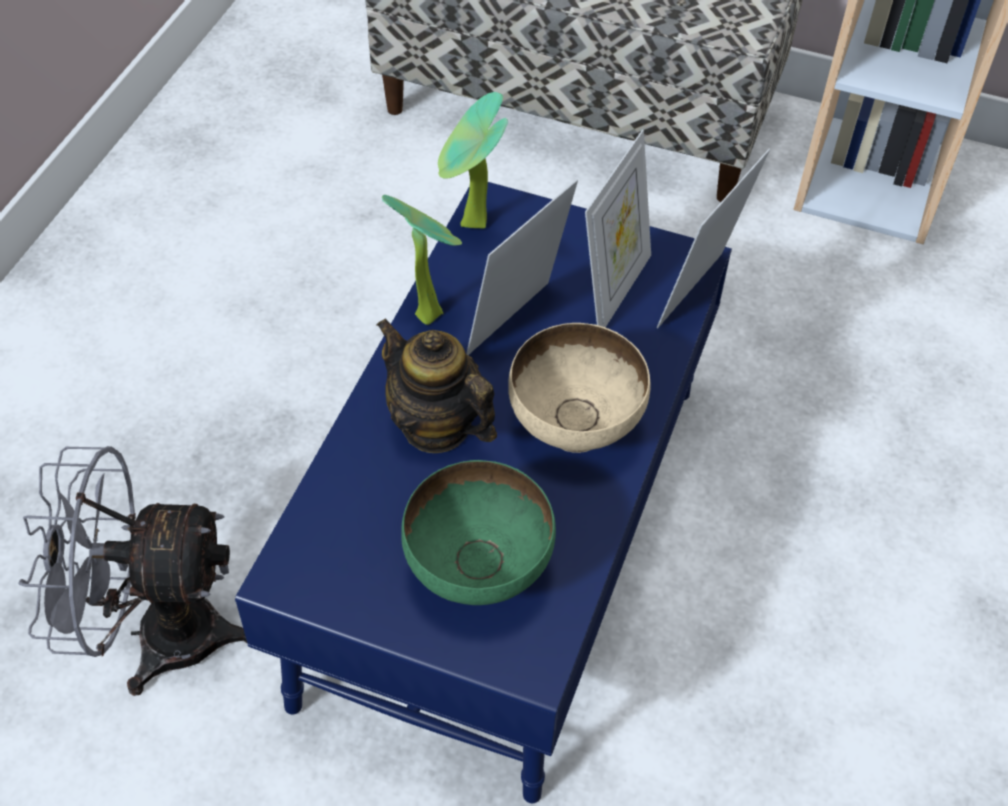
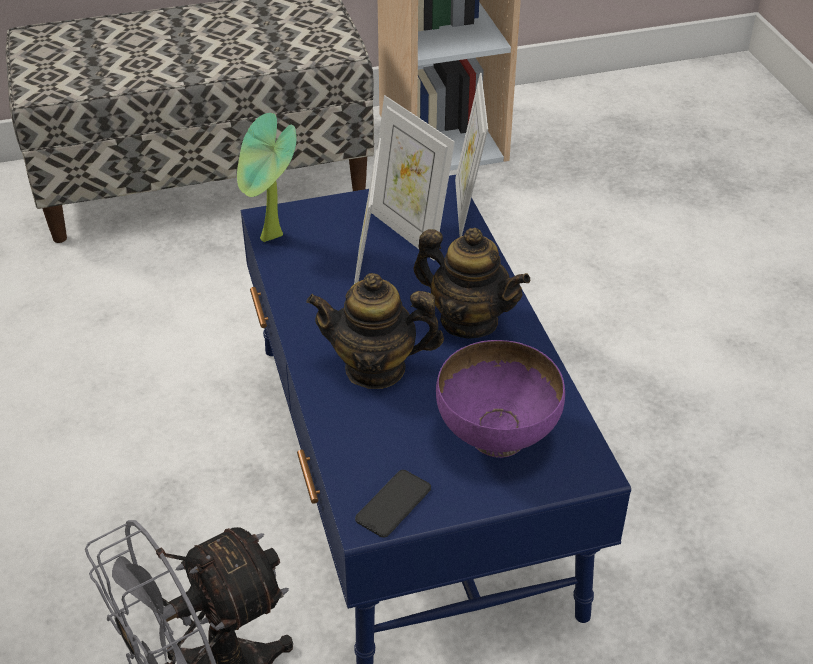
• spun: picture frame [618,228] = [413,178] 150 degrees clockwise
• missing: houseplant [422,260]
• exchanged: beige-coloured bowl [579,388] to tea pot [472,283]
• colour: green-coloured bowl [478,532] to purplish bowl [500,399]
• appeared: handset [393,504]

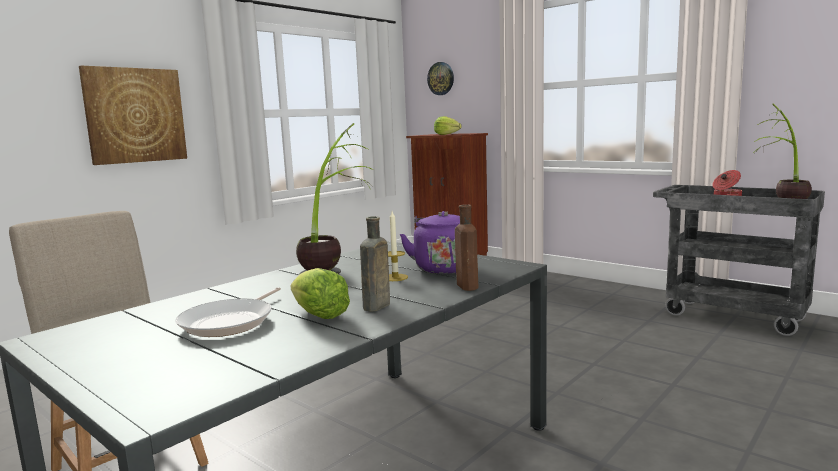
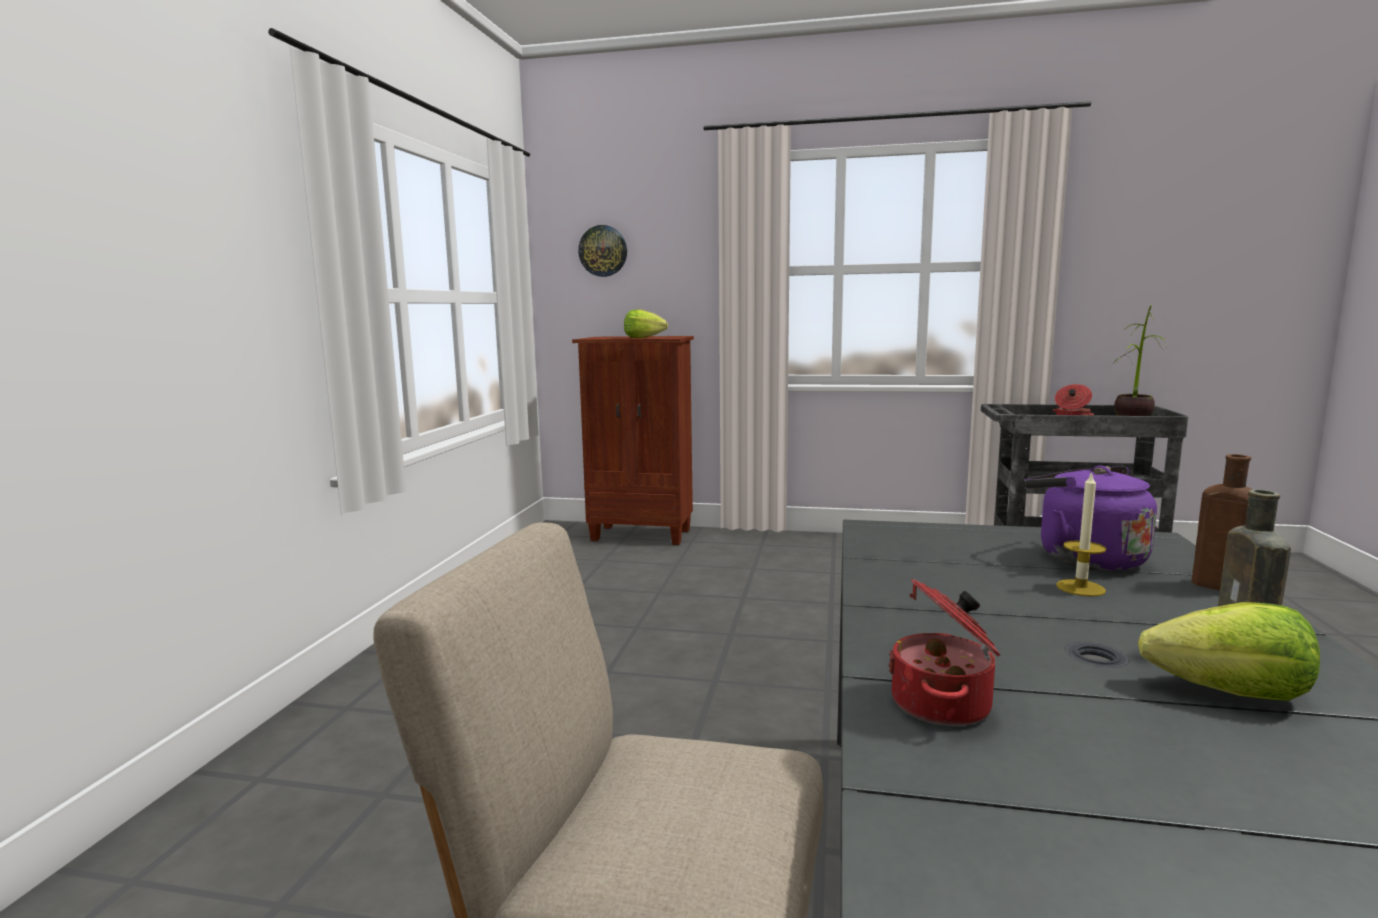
• missing: wall art [133,115]
• missing: houseplant [335,198]
• missing: pan [228,312]
• appeared: stockpot [944,652]

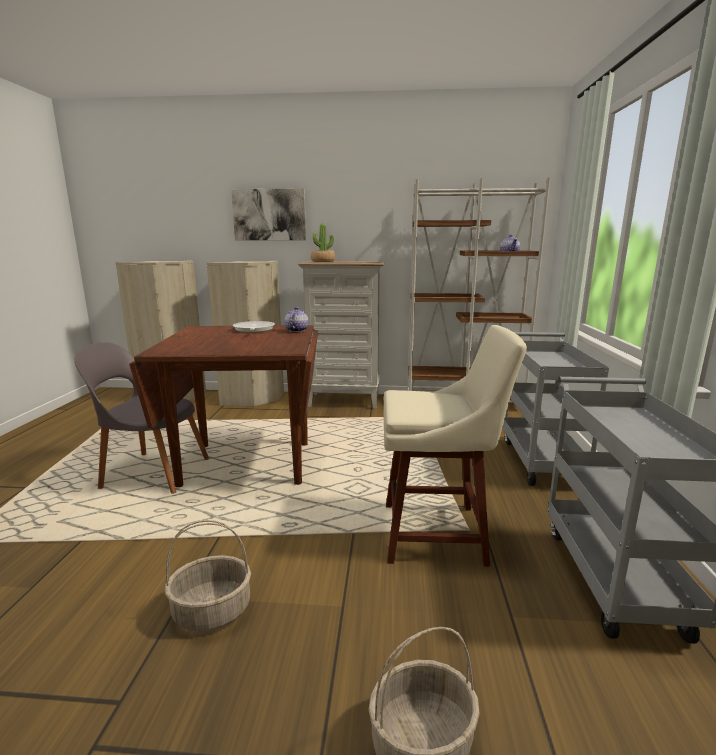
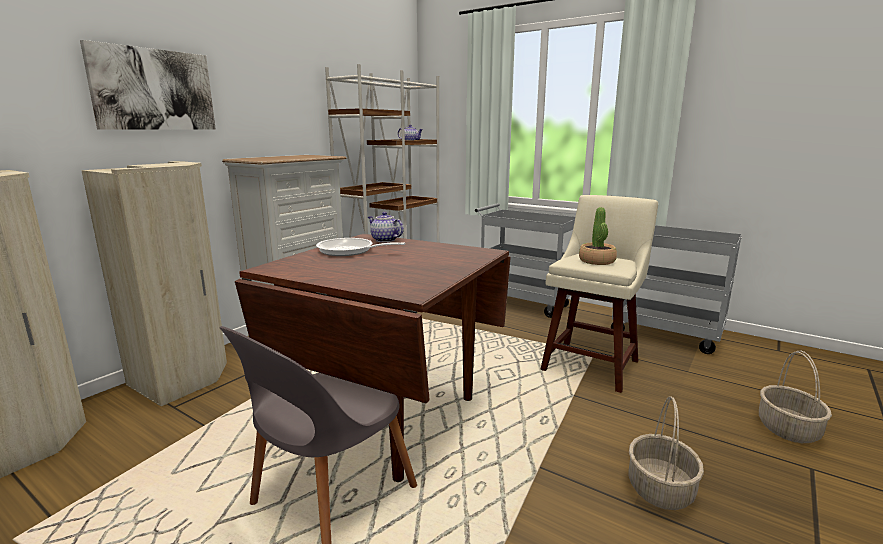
• relocated: houseplant [323,242] to [598,236]

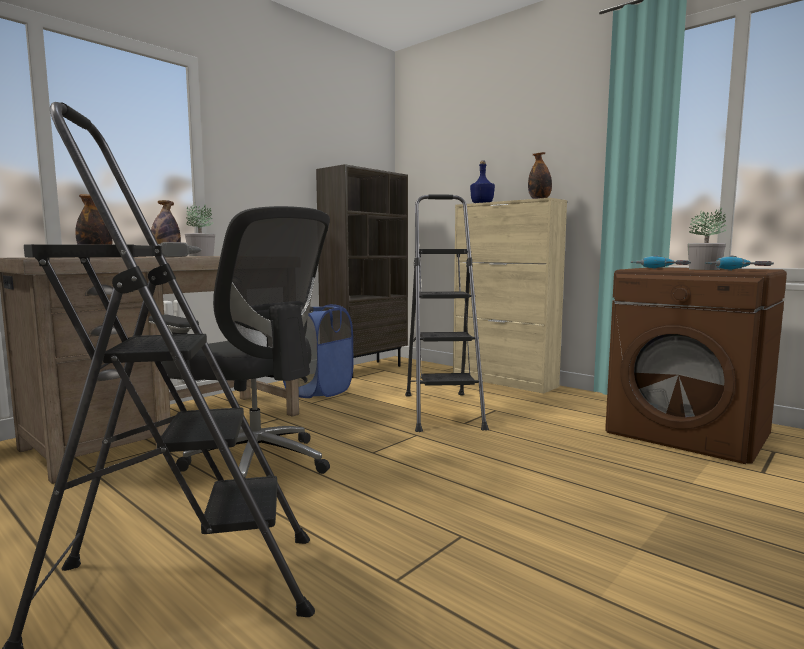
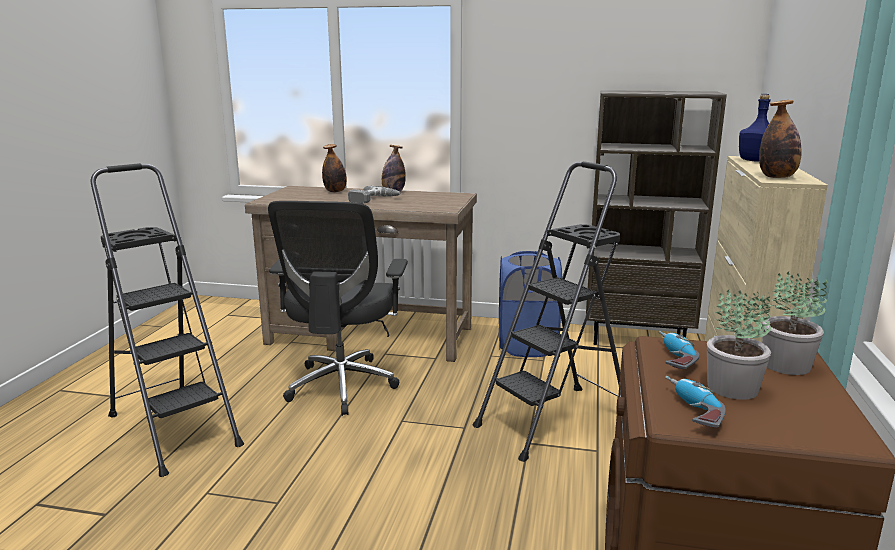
• relocated: houseplant [200,229] to [794,323]

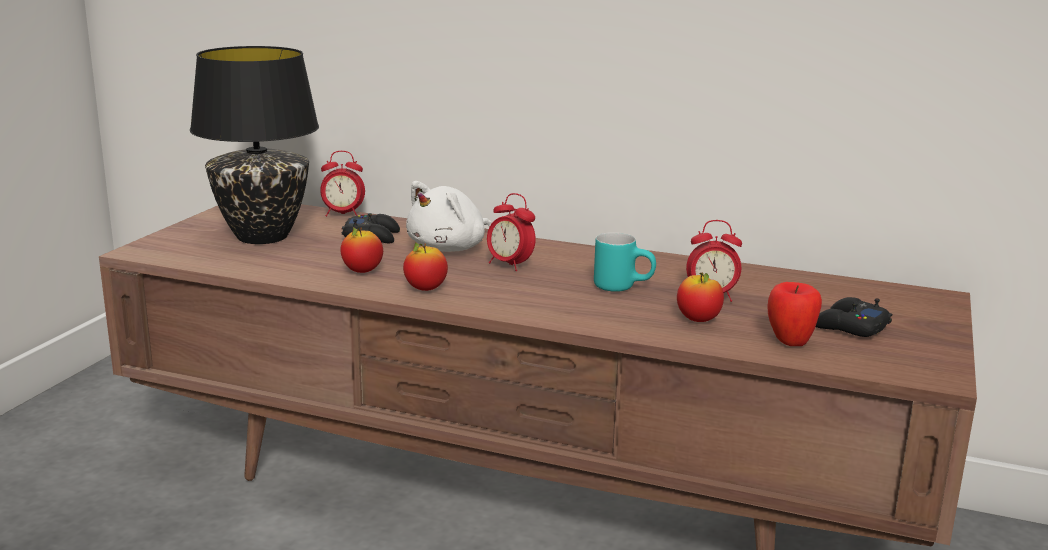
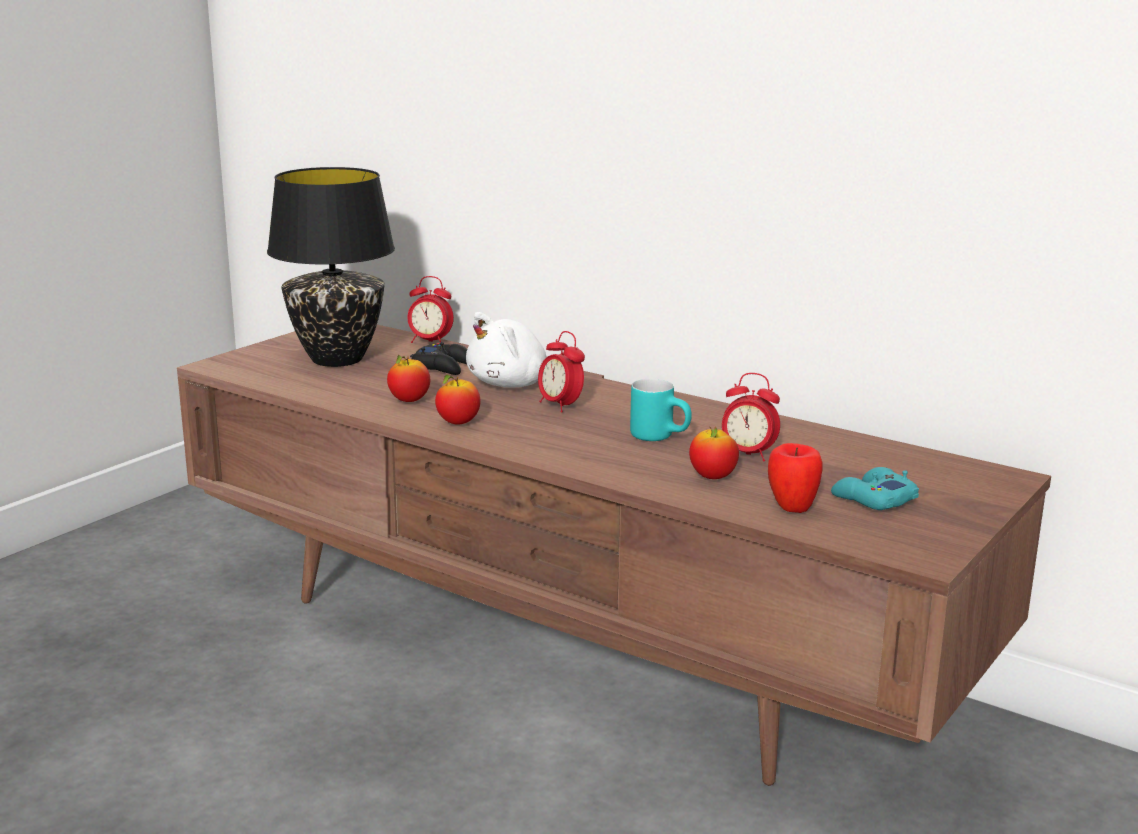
• colour: black joypad [854,317] to blue-green joypad [875,488]

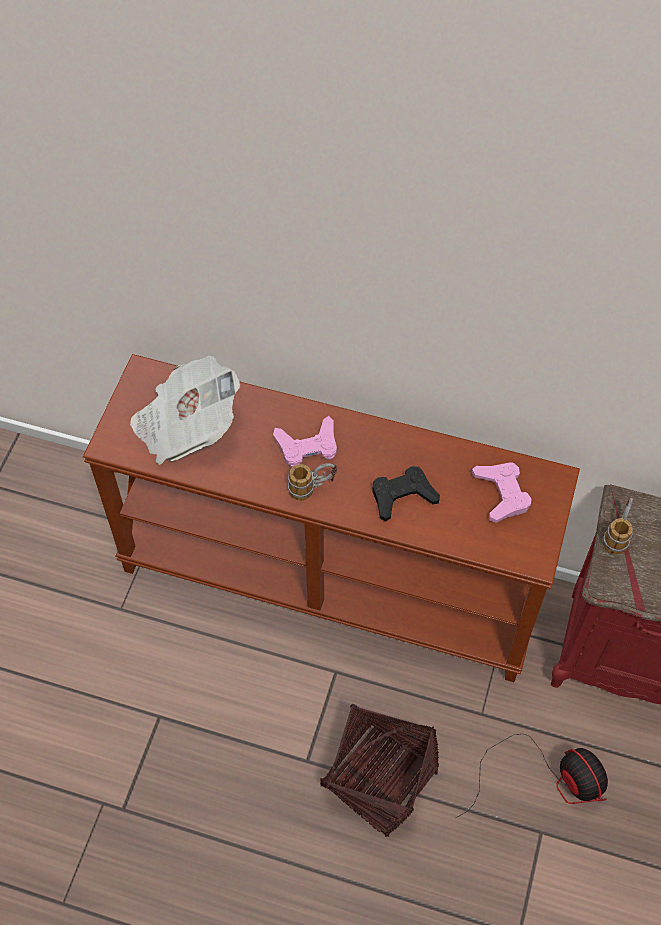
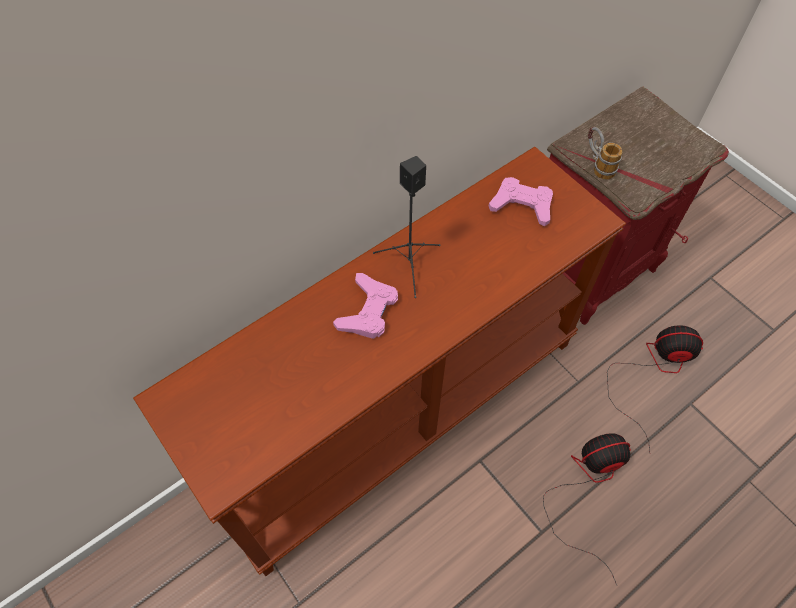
• missing: newspaper [185,410]
• missing: mug [312,482]
• missing: black joypad [406,494]
• exchanged: basket [379,770] to fan [587,509]
• appeared: black loudspeaker [406,227]

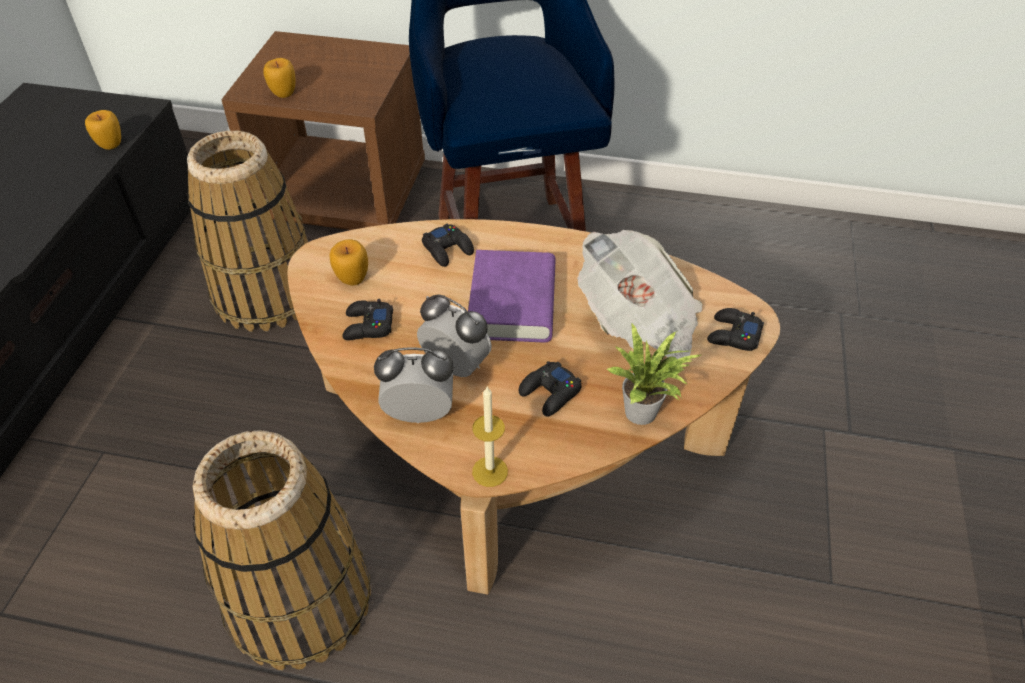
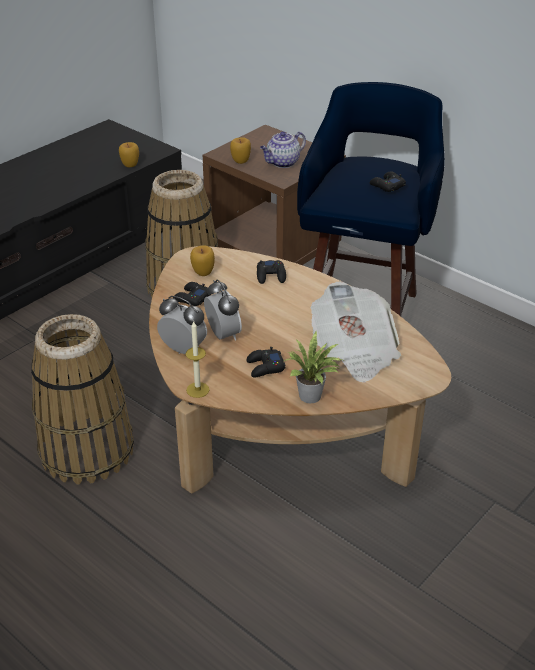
• missing: purplish bound book [512,296]
• relocated: black joypad [735,329] to [388,181]
• appeared: tea pot [283,149]

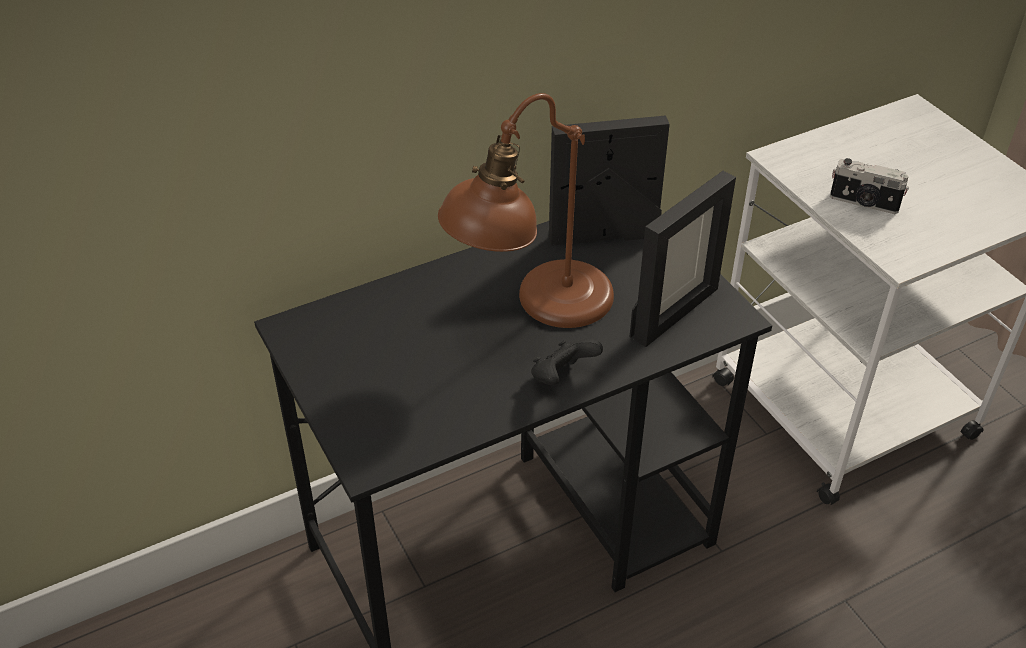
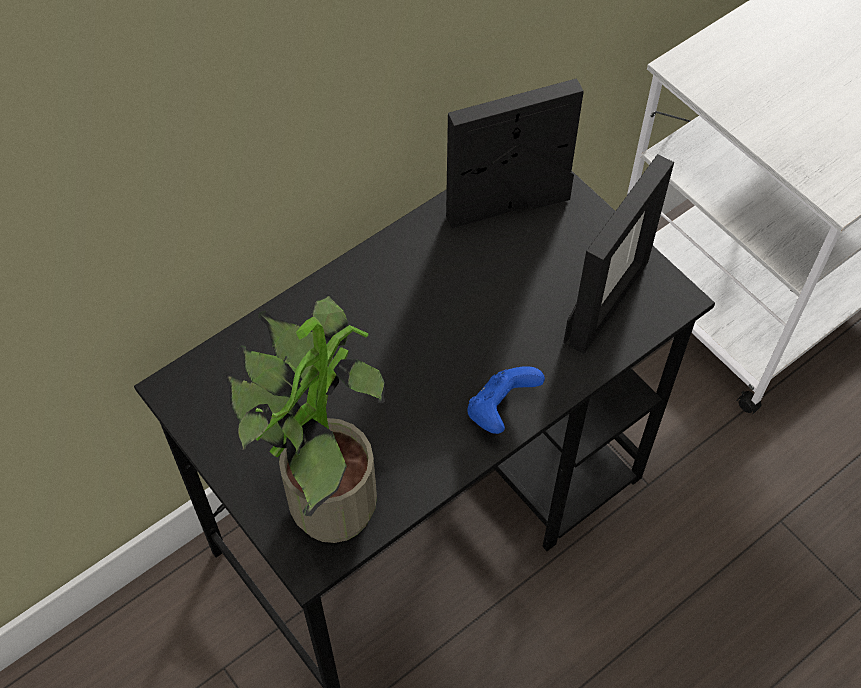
• missing: brownish table lamp [526,210]
• missing: still camera [869,186]
• colour: black joypad [567,362] to blue-coloured joypad [506,400]
• appeared: houseplant [303,418]

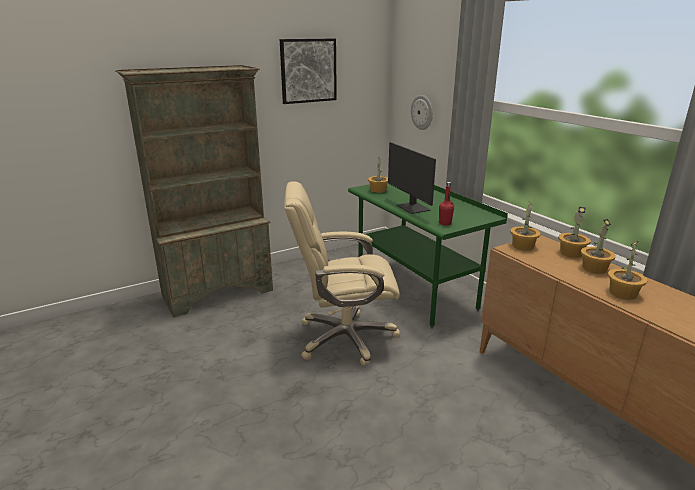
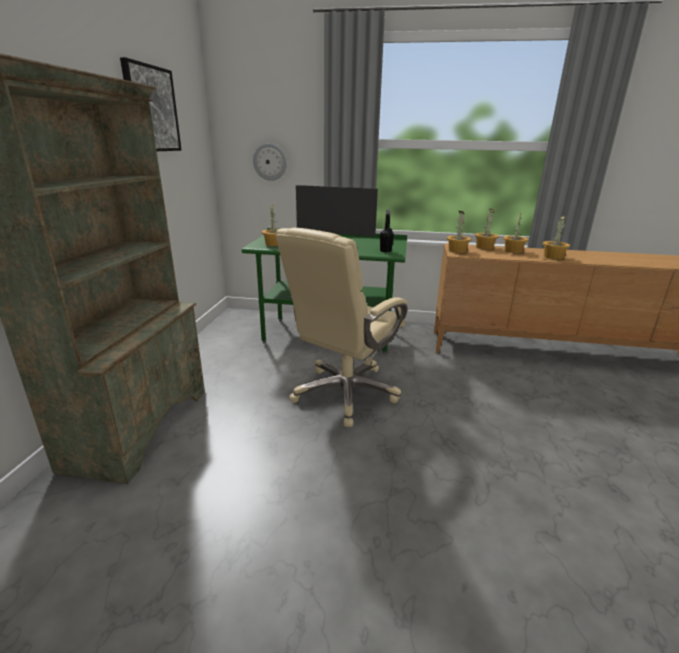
• colour: red-coloured bottle [446,203] to black bottle [387,231]

